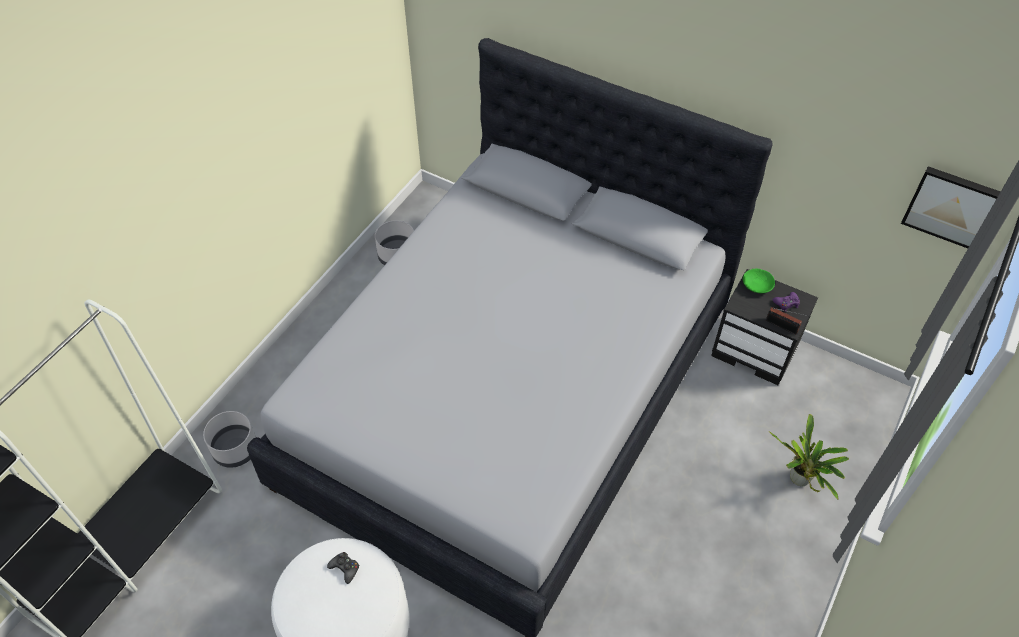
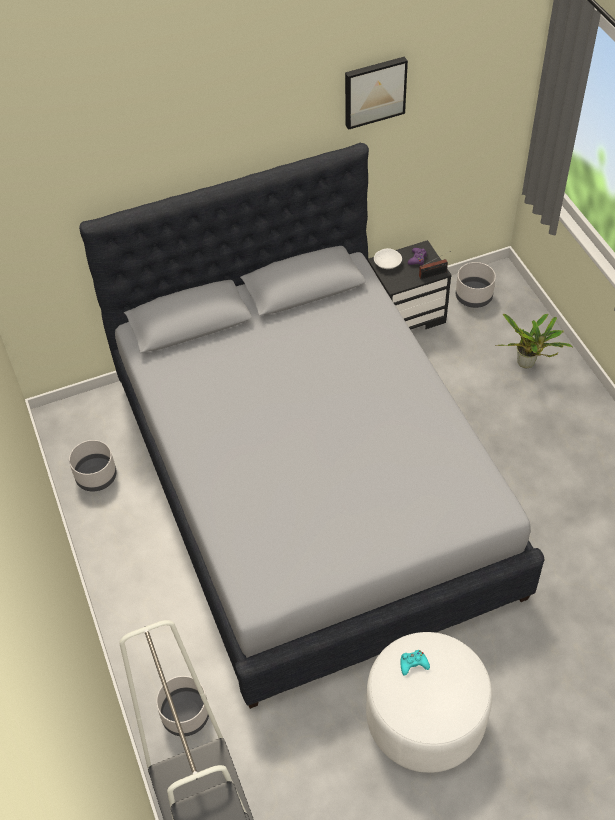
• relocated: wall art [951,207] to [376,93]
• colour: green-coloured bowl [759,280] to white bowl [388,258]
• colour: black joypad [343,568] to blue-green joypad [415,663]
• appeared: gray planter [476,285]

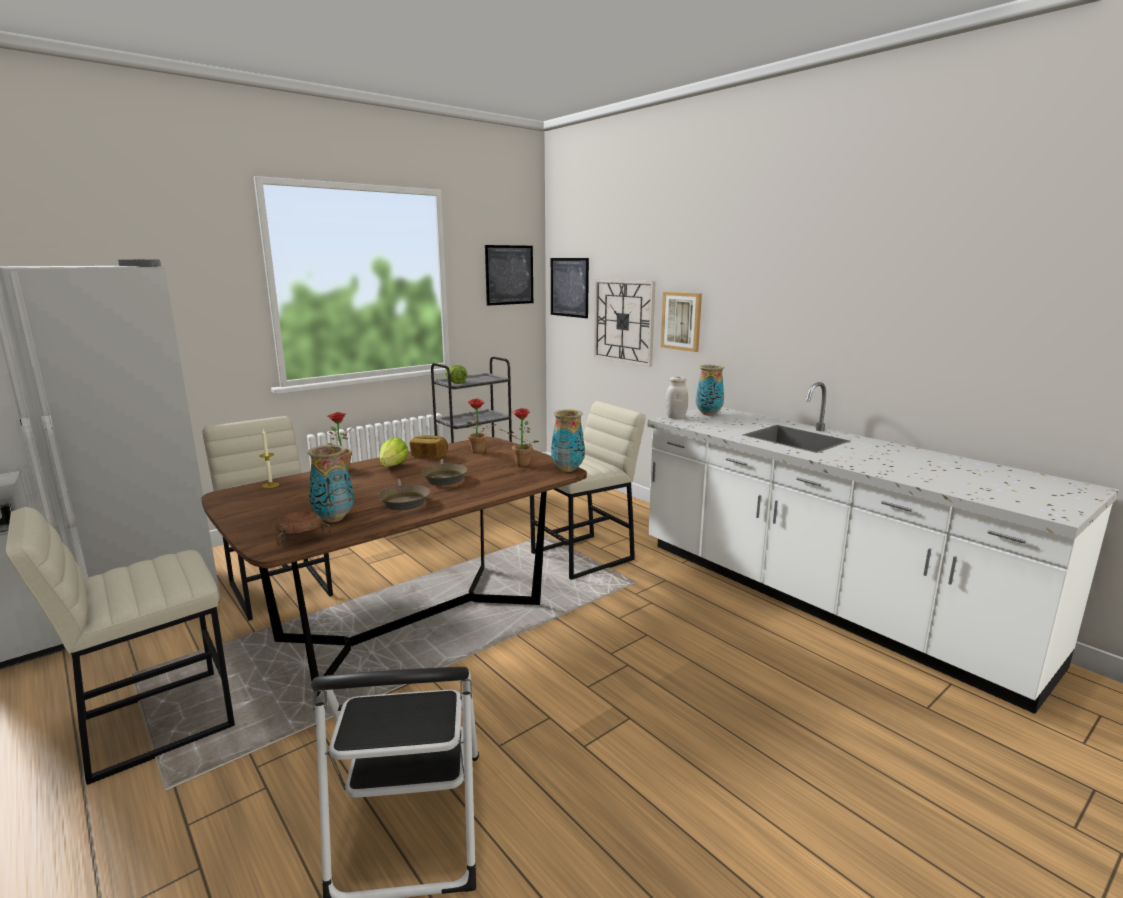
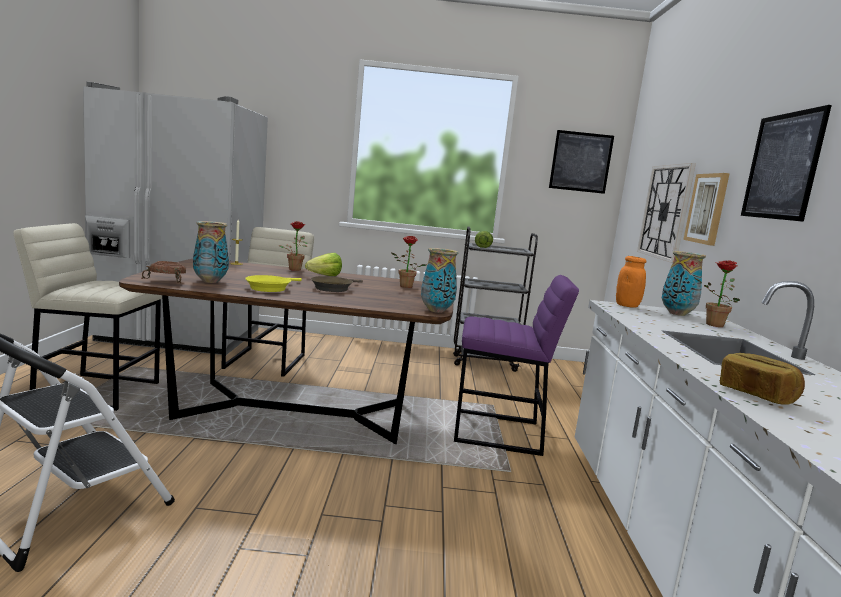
• relocated: wall art [570,288] to [786,163]
• colour: white storage jar [677,398] to orange storage jar [631,282]
• colour: beige-coloured plain chair [588,490] to purplish plain chair [516,365]
• relocated: houseplant [519,437] to [717,294]
• relocated: bakery bread [429,446] to [762,379]
• colour: brownish pan [404,494] to yellow-coloured pan [273,283]

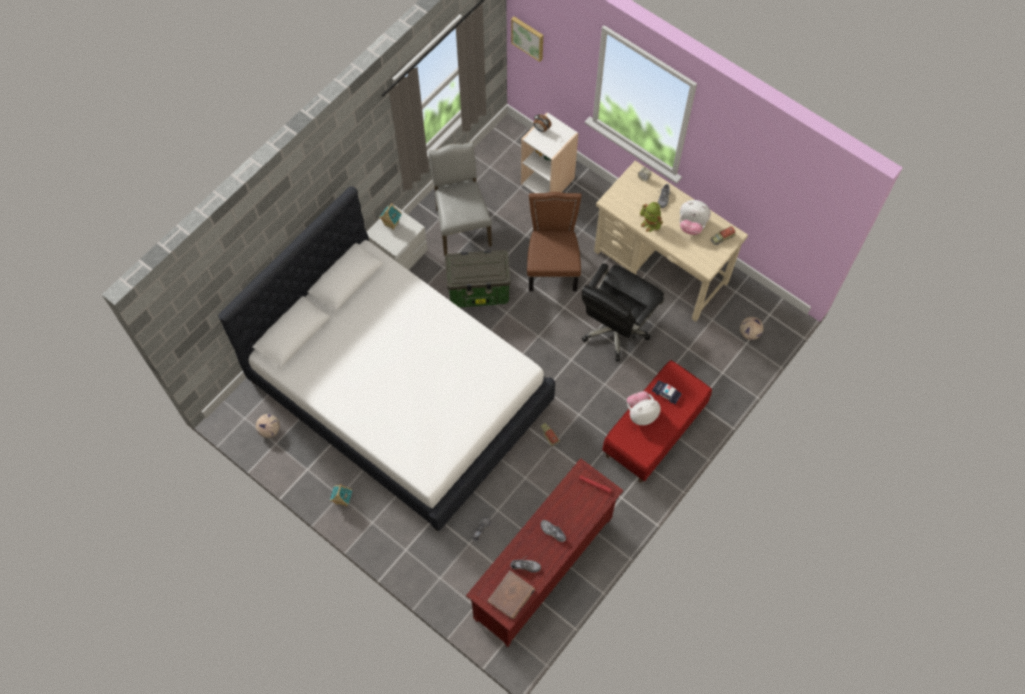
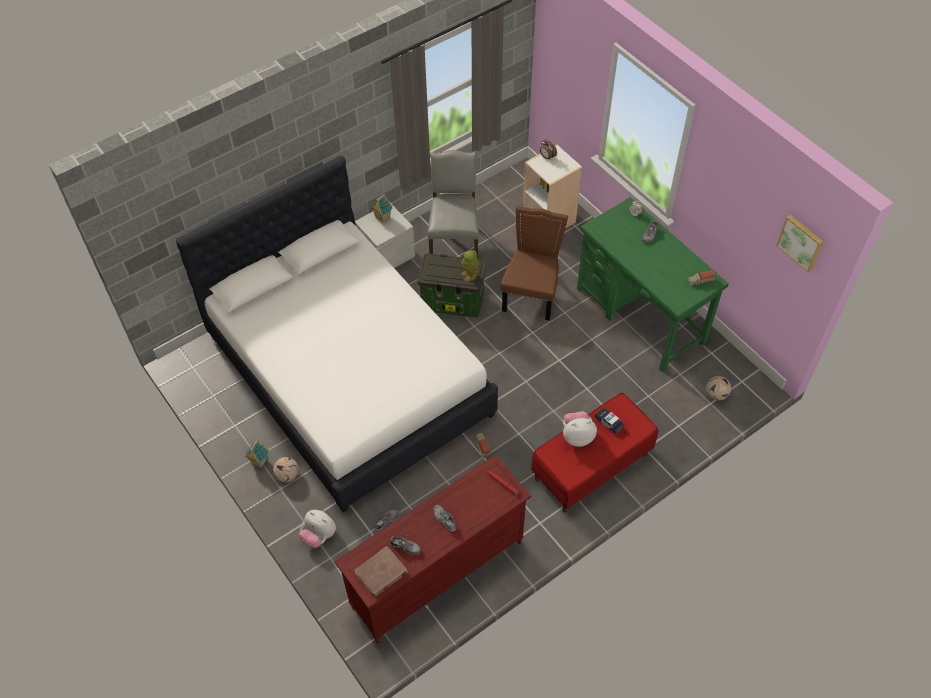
• relocated: wall art [527,39] to [799,243]
• colour: beige-coloured desk unit [671,241] to green-coloured desk unit [653,284]
• relocated: cuddly toy [695,217] to [317,529]
• relocated: toy robot [651,217] to [470,266]
• missing: black office chair [623,312]
• relocated: football [268,426] to [286,469]

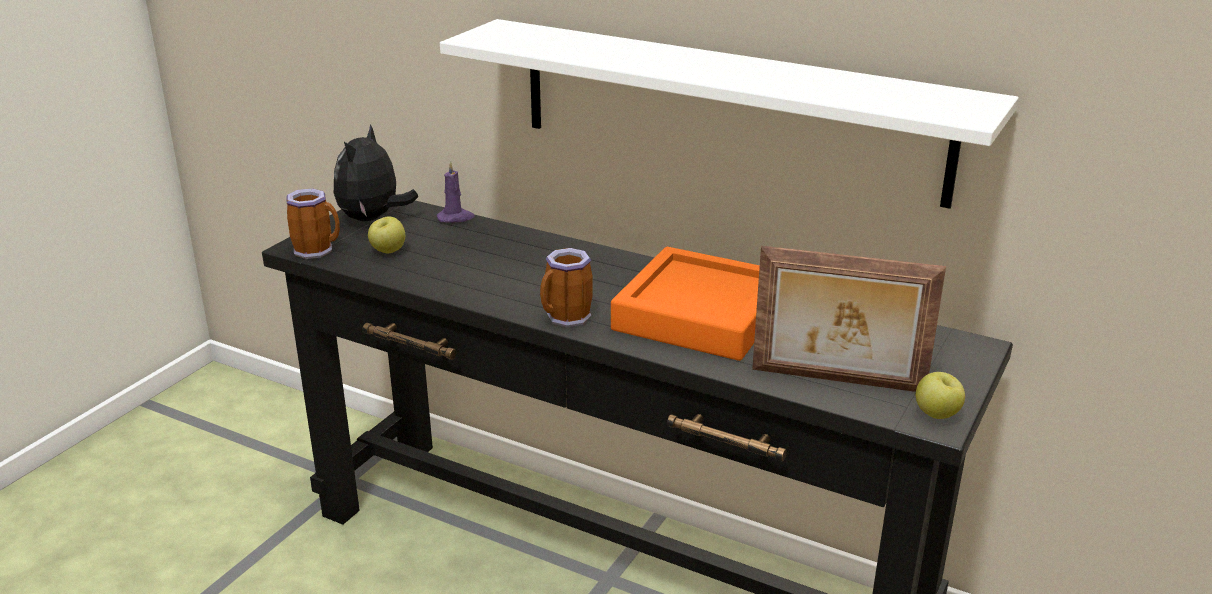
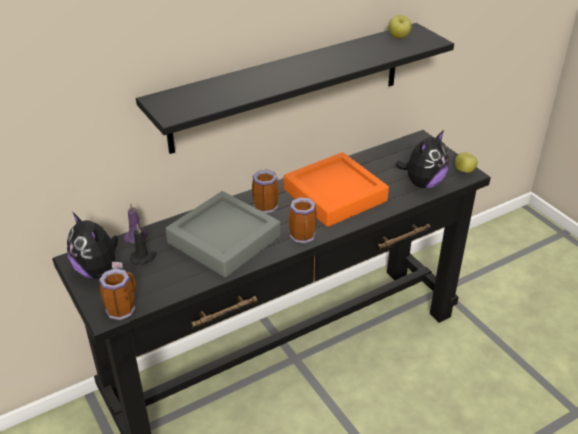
• colour: white wall shelf [729,114] to black wall shelf [295,88]
• relocated: apple fruit [386,235] to [400,27]
• exchanged: picture frame [849,319] to cuddly toy [422,159]
• appeared: mug [265,192]
• appeared: gray tray [223,234]
• appeared: black candle [143,244]

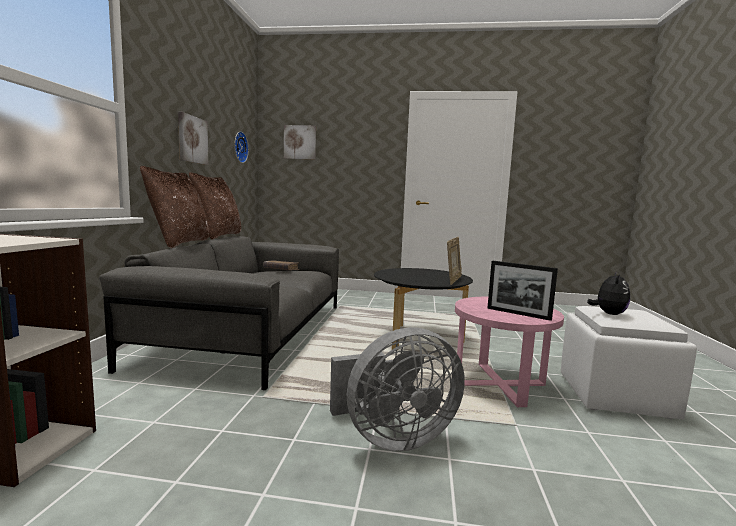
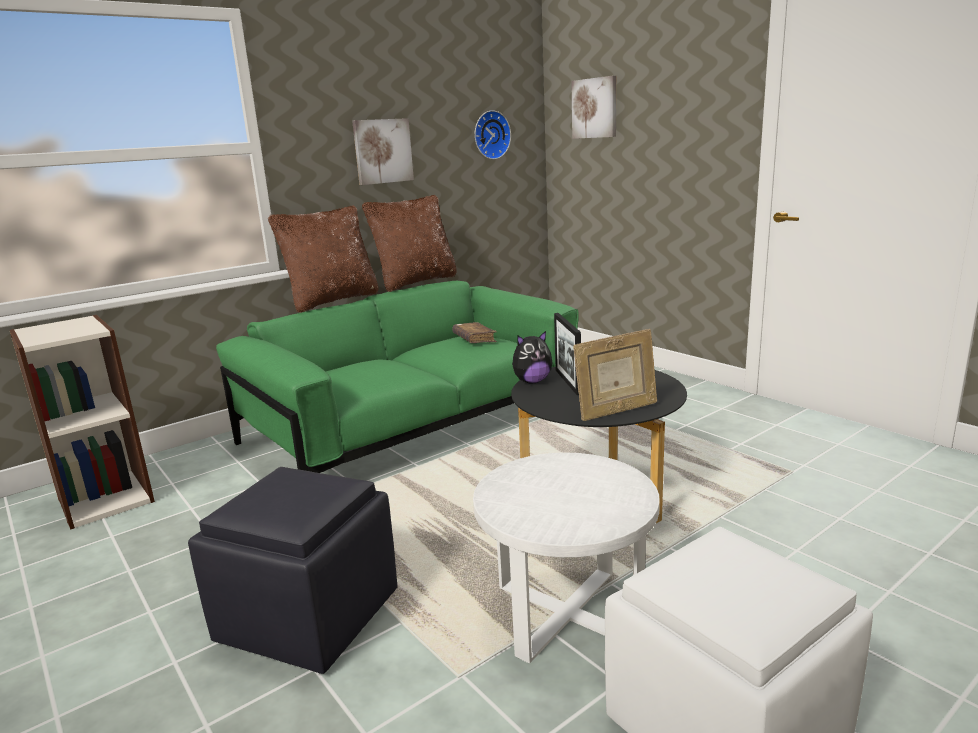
• colour: gray couch [219,313] to green-coloured couch [398,377]
• relocated: picture frame [522,291] to [567,354]
• relocated: cuddly toy [608,293] to [532,357]
• colour: pink-coloured end table [509,352] to white end table [566,558]
• exchanged: gray fan [397,389] to black ottoman [292,570]

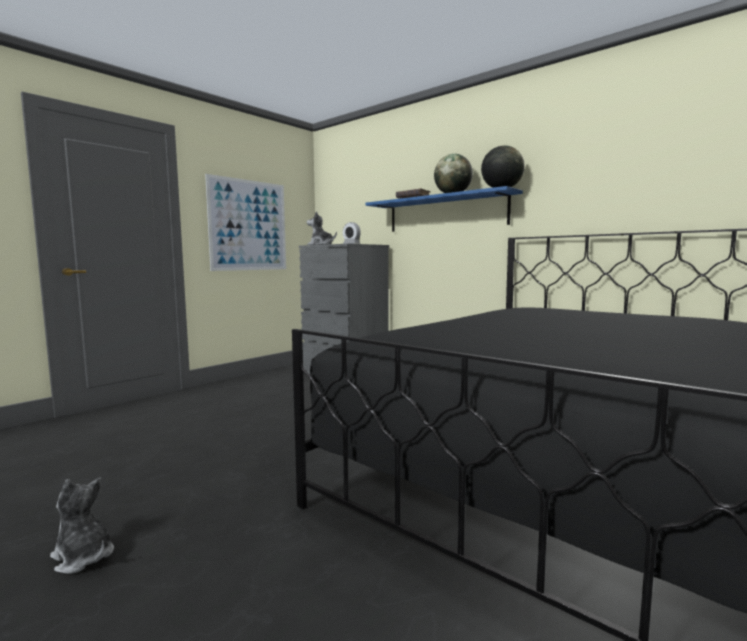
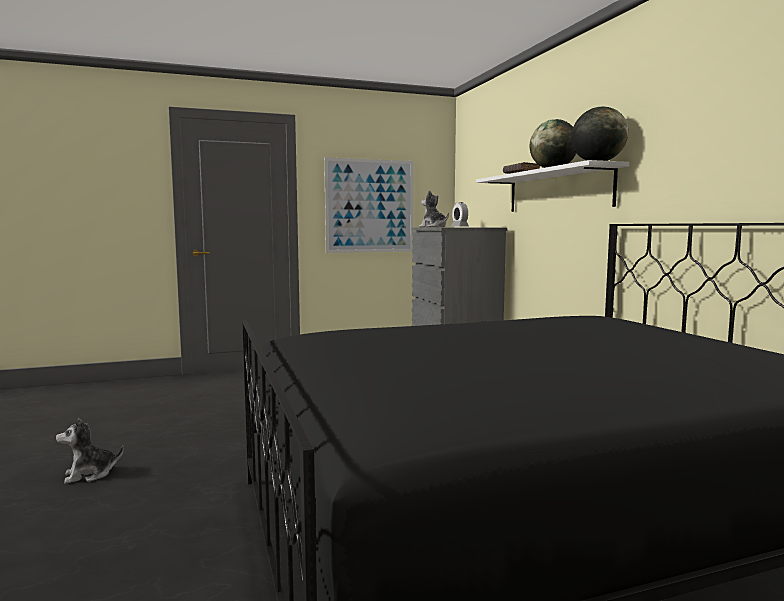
• colour: blue-coloured wall shelf [444,209] to white wall shelf [552,186]
• spun: cuddly toy [82,525] = [90,451] 90 degrees counterclockwise

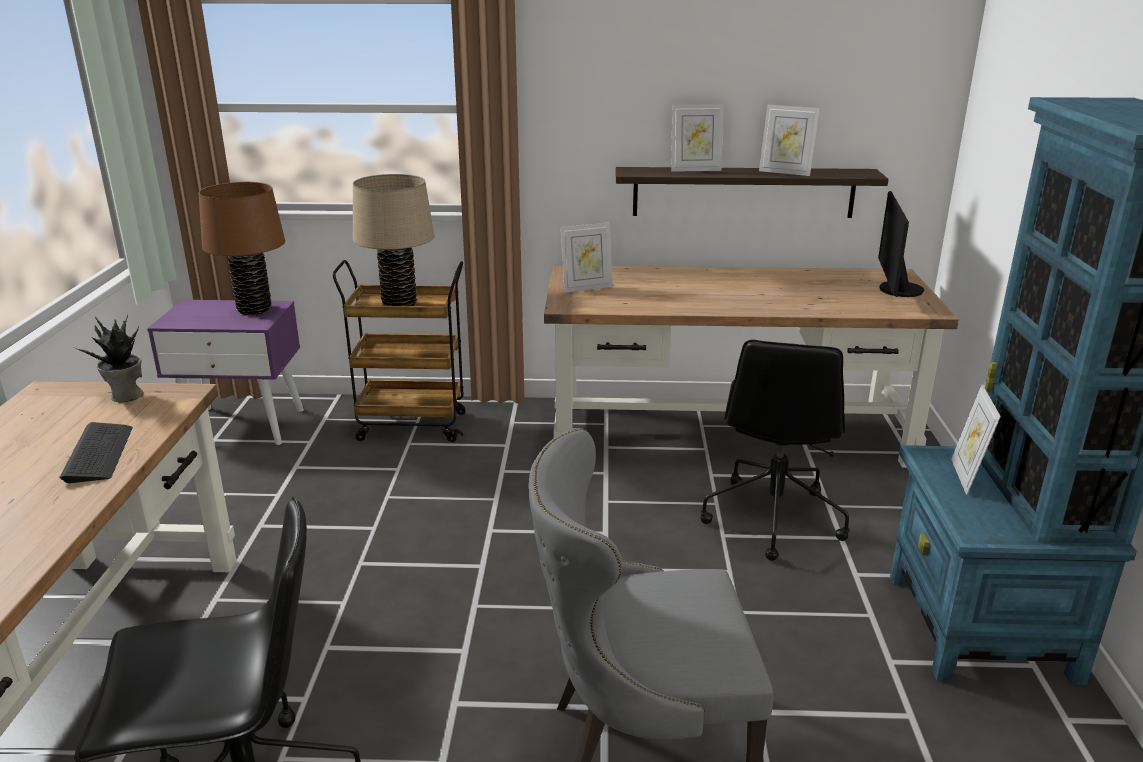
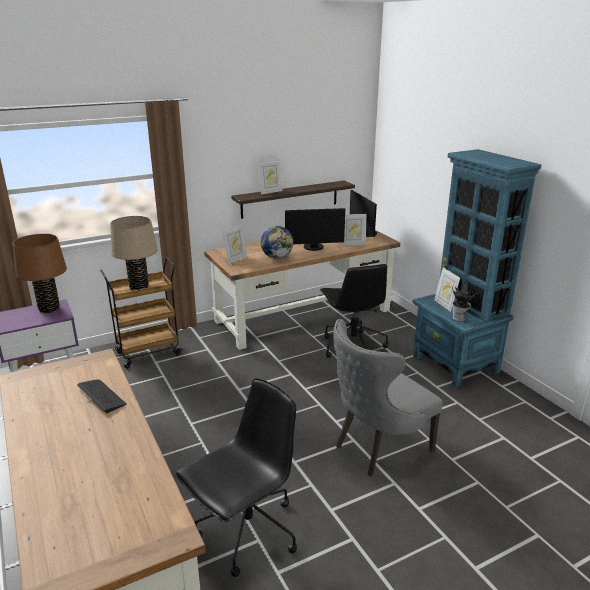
• relocated: picture frame [789,140] to [353,229]
• relocated: houseplant [109,358] to [465,302]
• appeared: computer screen [315,229]
• appeared: world globe [277,242]

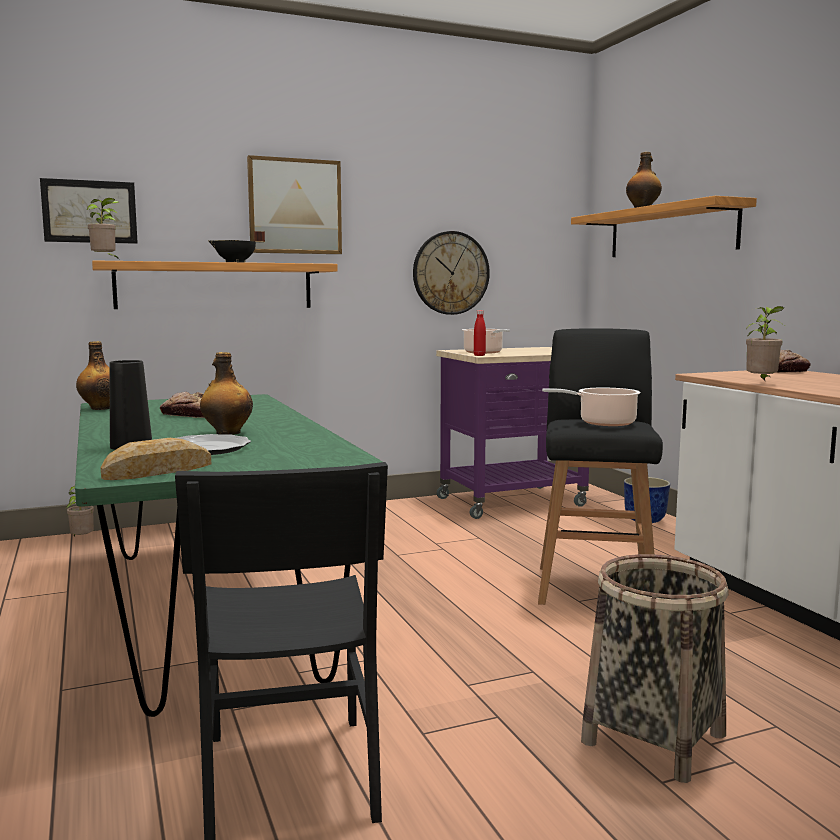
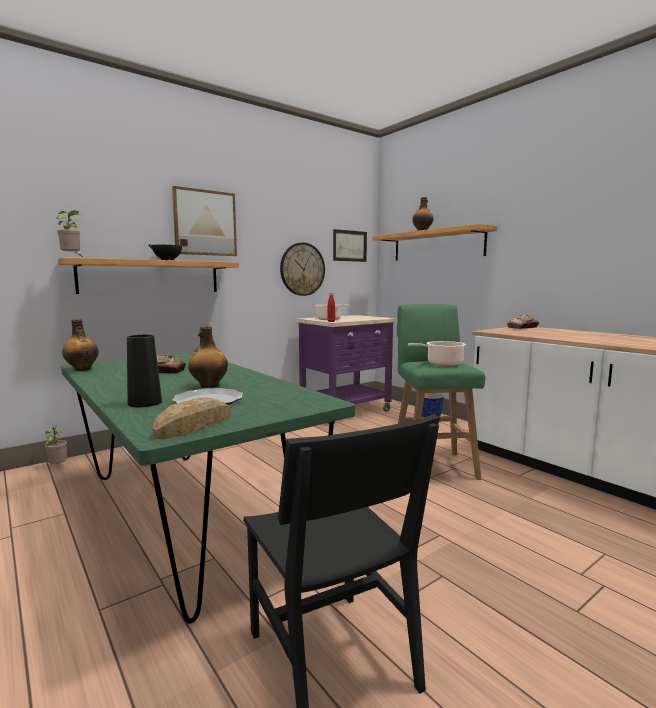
• relocated: wall art [89,211] to [350,245]
• missing: houseplant [765,343]
• colour: black stool seat [600,466] to green-coloured stool seat [441,392]
• missing: basket [655,668]

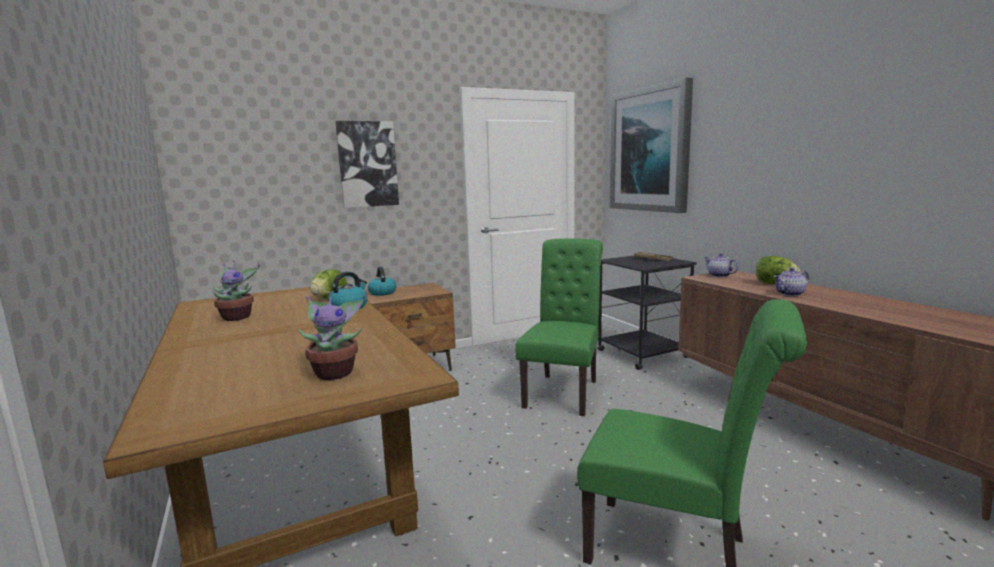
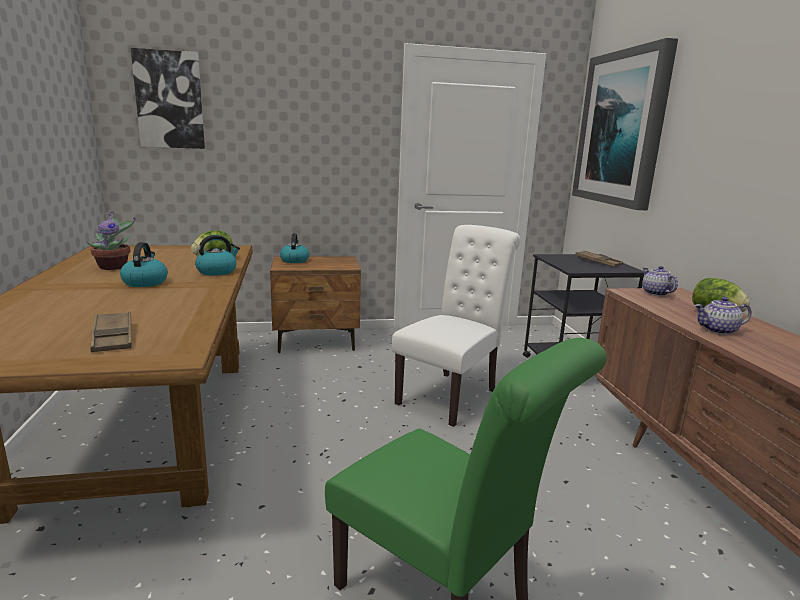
• relocated: wall art [367,164] to [168,98]
• colour: green-coloured plain chair [559,327] to white plain chair [456,326]
• exchanged: houseplant [332,336] to brownish tray [111,332]
• appeared: kettle [144,264]

